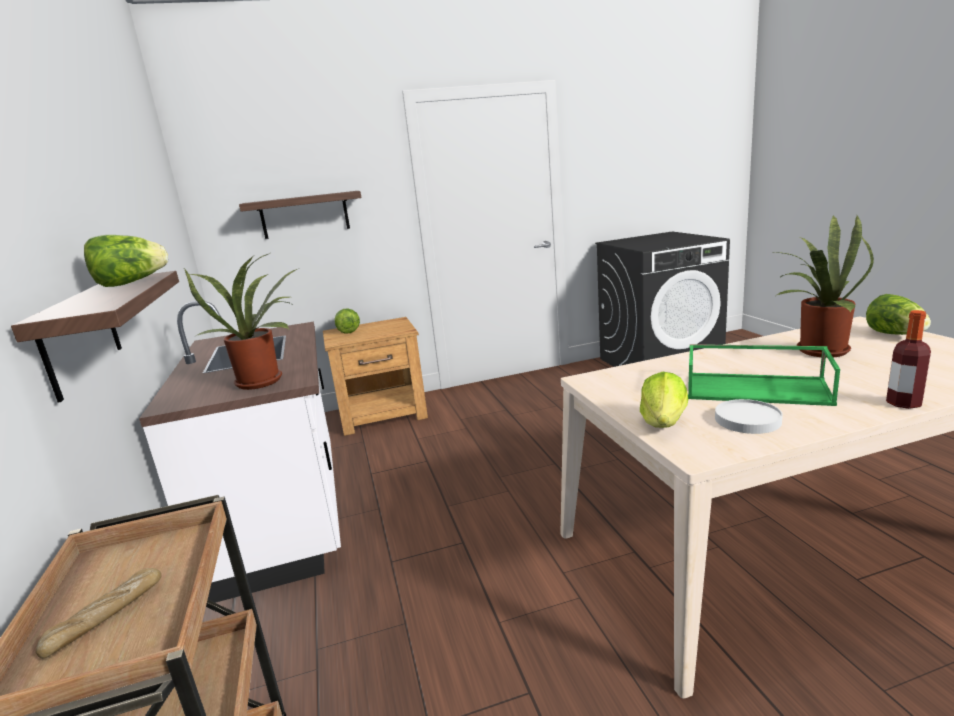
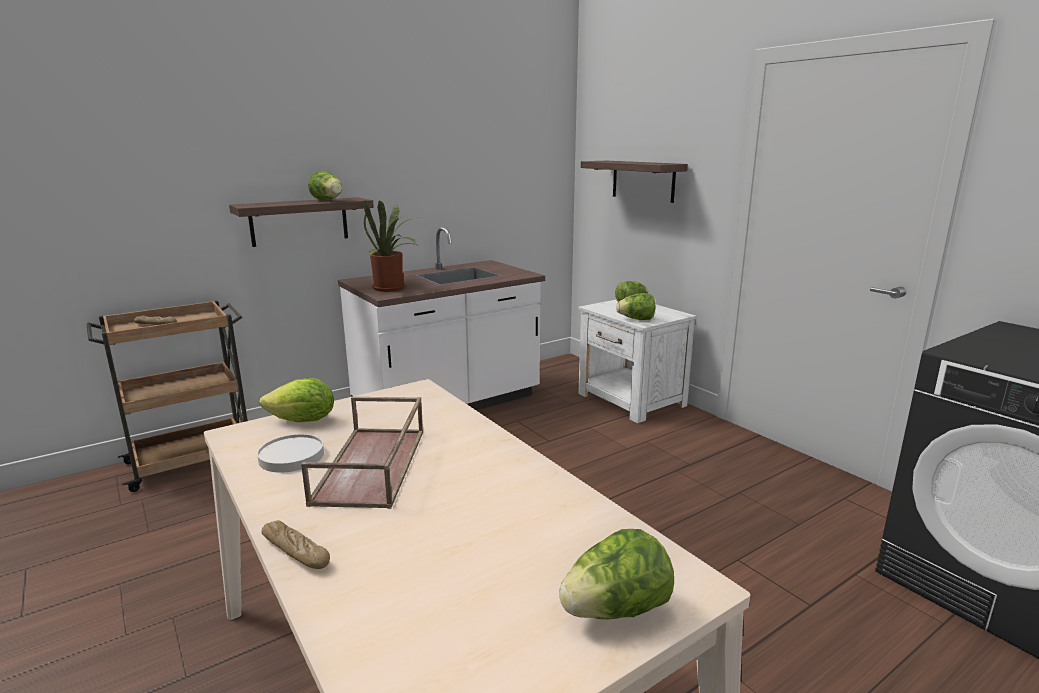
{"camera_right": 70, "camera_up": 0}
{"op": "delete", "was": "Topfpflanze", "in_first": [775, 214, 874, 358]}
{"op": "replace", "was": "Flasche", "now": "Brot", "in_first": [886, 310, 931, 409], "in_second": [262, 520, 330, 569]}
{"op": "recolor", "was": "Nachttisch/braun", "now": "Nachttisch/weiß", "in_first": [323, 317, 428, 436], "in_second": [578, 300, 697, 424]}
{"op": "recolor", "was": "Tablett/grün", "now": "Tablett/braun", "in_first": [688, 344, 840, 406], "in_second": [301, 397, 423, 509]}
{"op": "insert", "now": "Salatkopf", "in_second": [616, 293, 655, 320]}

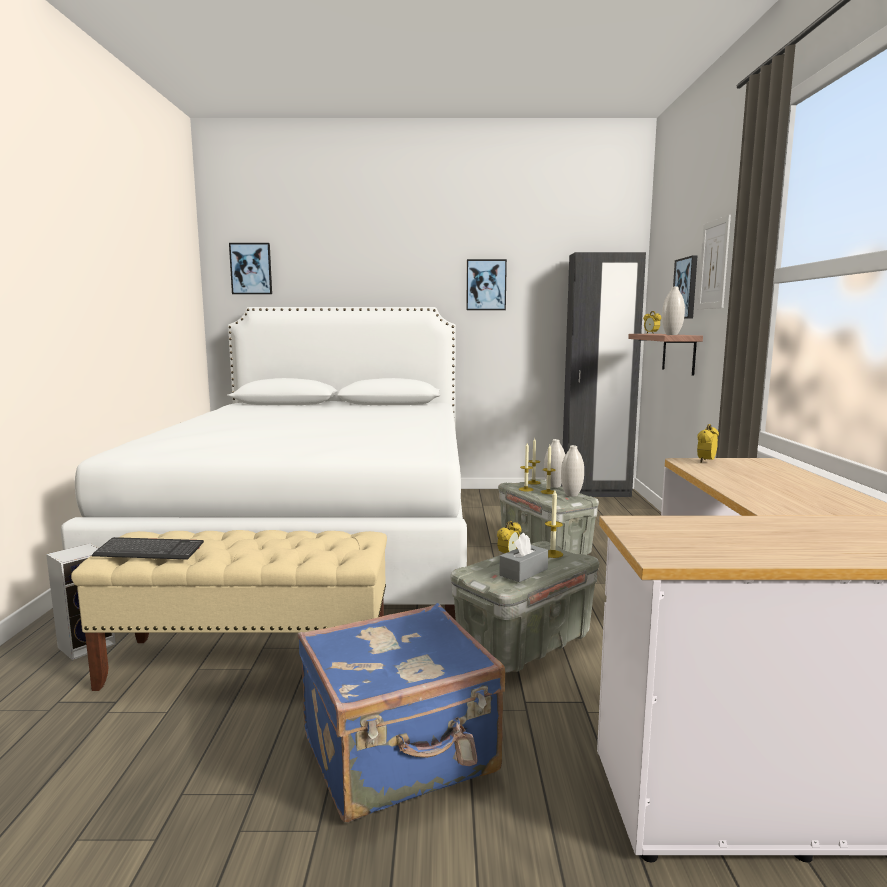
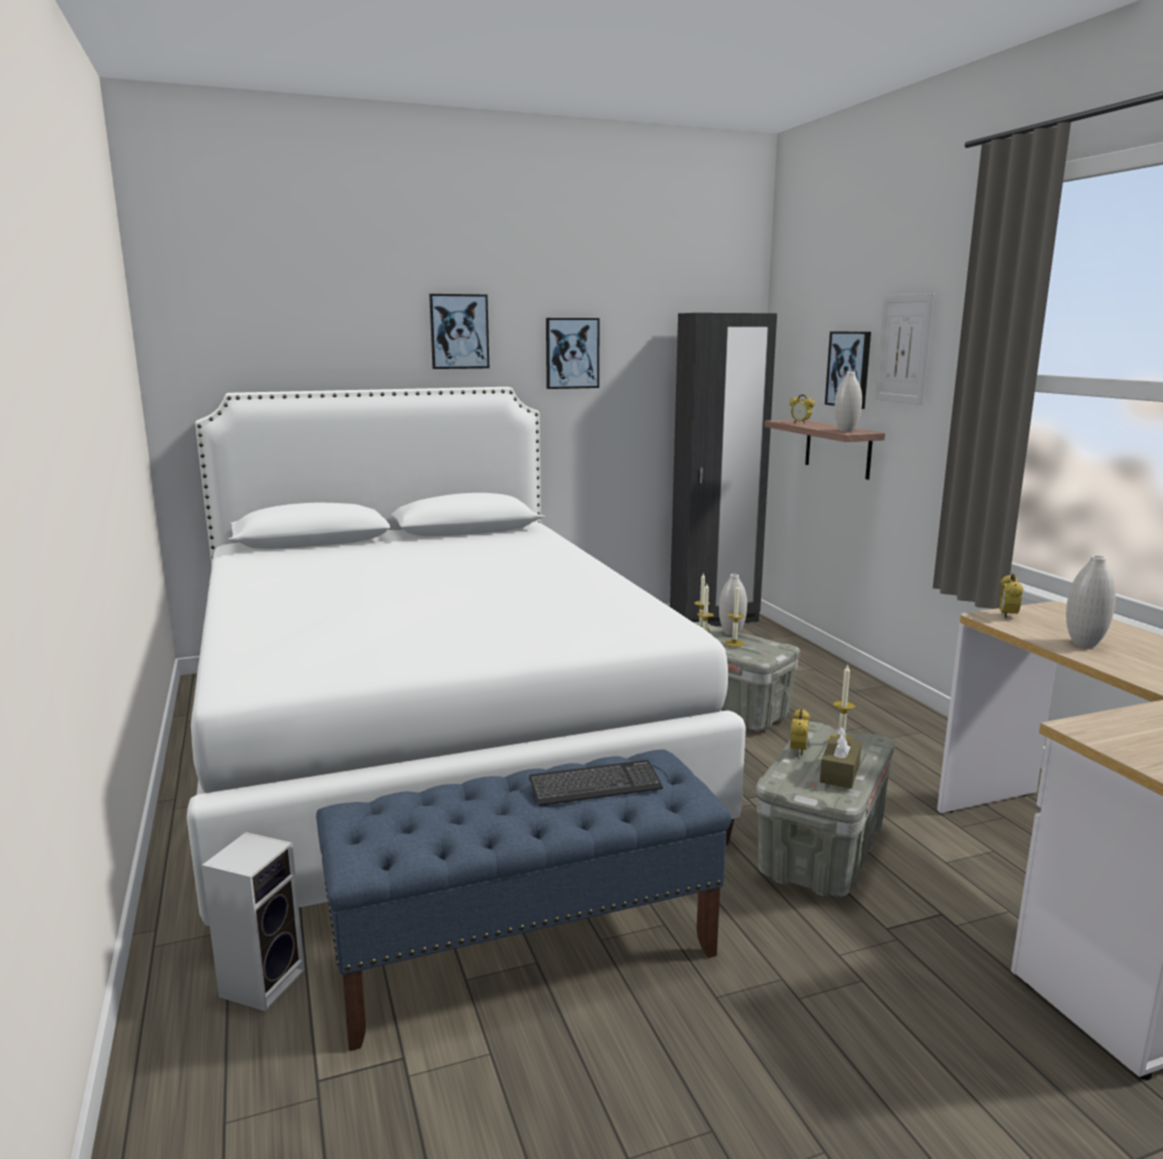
{"camera_right": -20, "camera_up": 5}
{"op": "move", "was": "Bild", "in_first": [229, 243, 272, 294], "in_second": [429, 294, 489, 369]}
{"op": "move", "was": "Vase/weiß", "in_first": [561, 445, 584, 497], "in_second": [1066, 555, 1116, 648]}
{"op": "recolor", "was": "Bank/beige", "now": "Bank/blau", "in_first": [71, 530, 387, 691], "in_second": [316, 749, 732, 1051]}
{"op": "recolor", "was": "Taschentuchbox/grau", "now": "Taschentuchbox/braun", "in_first": [499, 533, 548, 582], "in_second": [820, 727, 862, 789]}
{"op": "move", "was": "Tastatur", "in_first": [92, 537, 204, 560], "in_second": [529, 760, 663, 806]}
{"op": "delete", "was": "Koffer/blau", "in_first": [298, 603, 505, 822]}

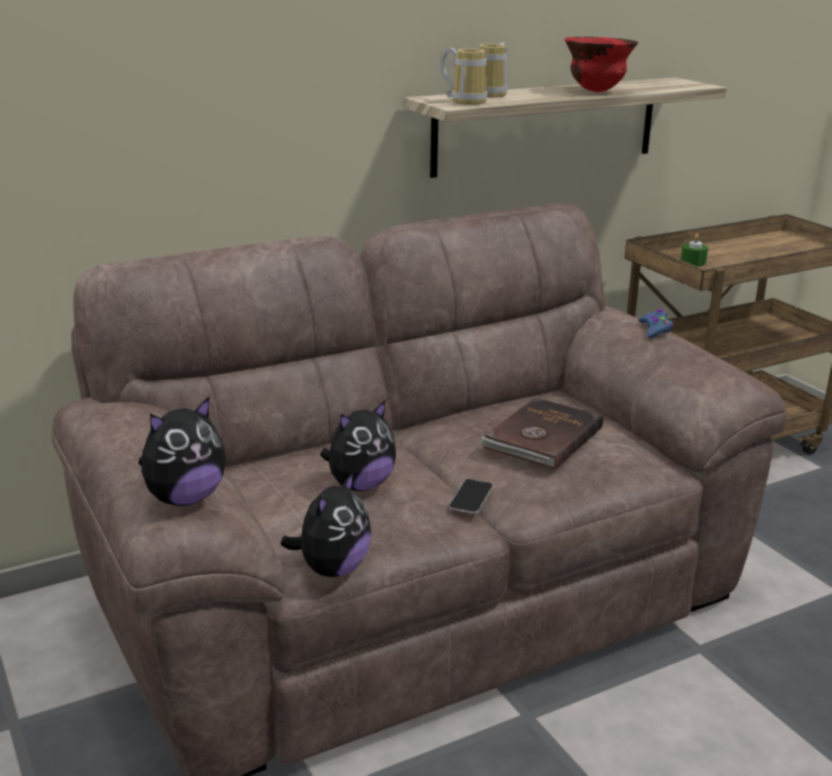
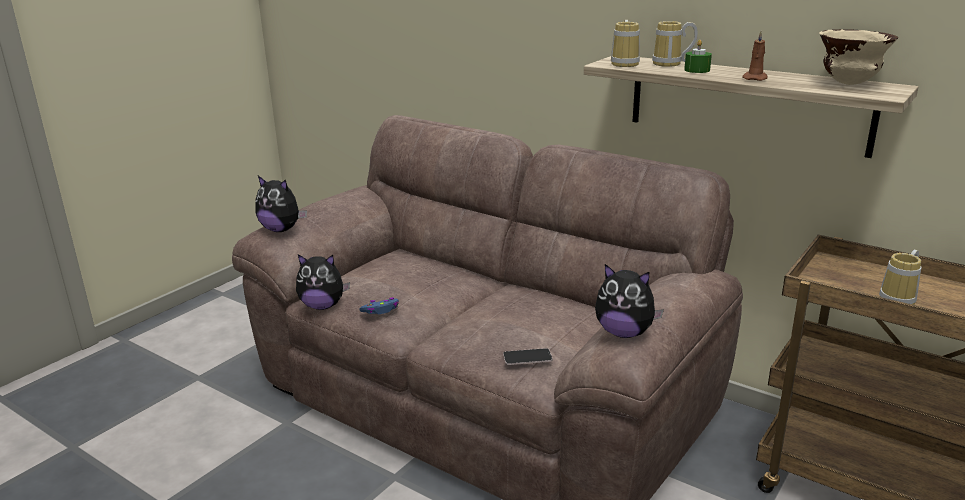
{"camera_right": 65, "camera_up": 0}
{"op": "replace", "was": "Schüssel/rot", "now": "Kerze/braun", "in_first": [564, 37, 638, 92], "in_second": [742, 31, 767, 81]}
{"op": "move", "was": "Kerze/grün", "in_first": [681, 233, 708, 267], "in_second": [684, 40, 712, 73]}
{"op": "move", "was": "Gamepad/blau", "in_first": [638, 309, 673, 338], "in_second": [360, 297, 399, 314]}
{"op": "delete", "was": "Buch/braun", "in_first": [477, 397, 603, 470]}
{"op": "move", "was": "Plüschtier", "in_first": [320, 401, 396, 491], "in_second": [595, 264, 664, 338]}
{"op": "move", "was": "Handy", "in_first": [449, 479, 493, 514], "in_second": [503, 348, 553, 365]}
{"op": "insert", "now": "Schüssel/beige", "in_second": [819, 29, 898, 85]}
{"op": "insert", "now": "Henkelbecher", "in_second": [879, 250, 922, 305]}

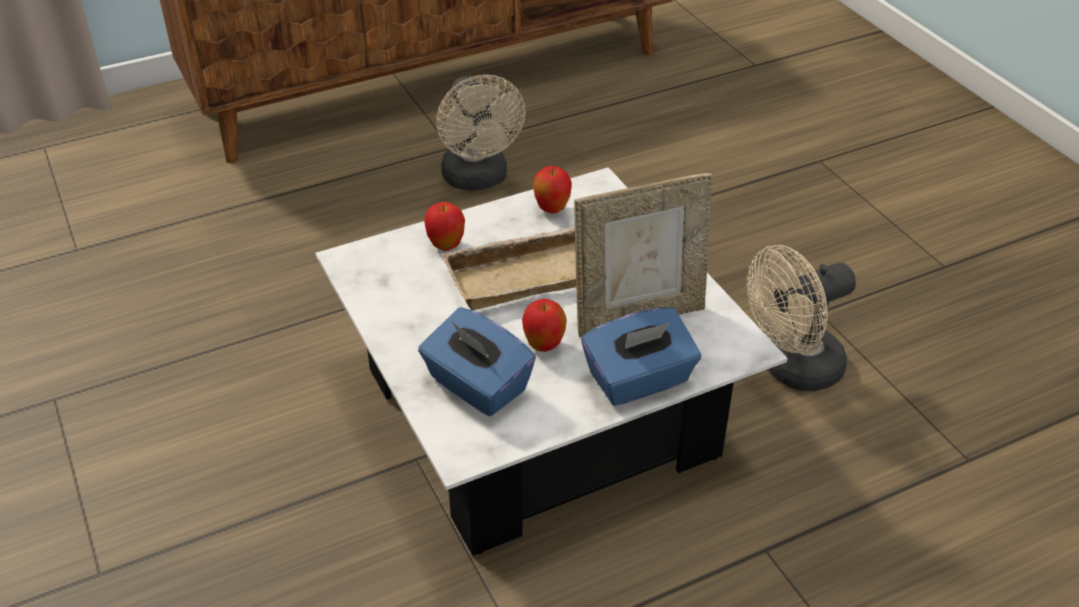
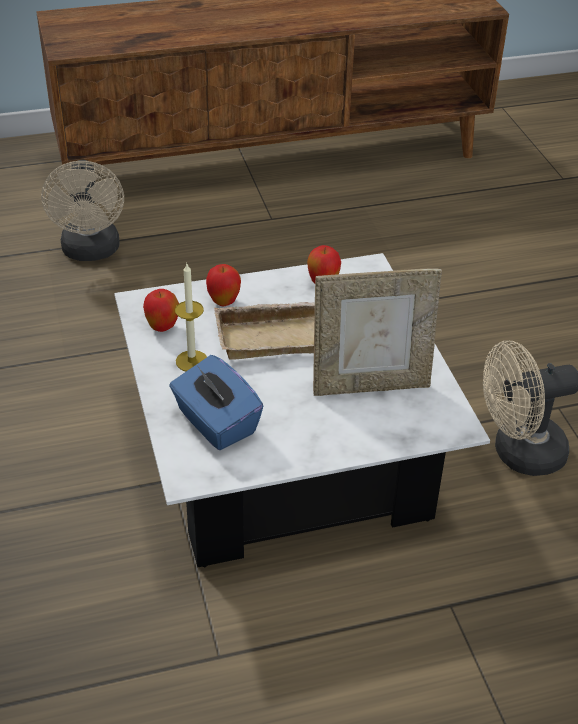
{"camera_right": 10, "camera_up": 0}
{"op": "move", "was": "Ventilator/beige", "in_first": [436, 75, 526, 191], "in_second": [41, 160, 124, 261]}
{"op": "move", "was": "Apfel", "in_first": [522, 299, 567, 352], "in_second": [143, 289, 179, 332]}
{"op": "delete", "was": "Taschentuchbox/blau", "in_first": [581, 307, 701, 406]}
{"op": "insert", "now": "Kerze", "in_second": [175, 264, 207, 371]}

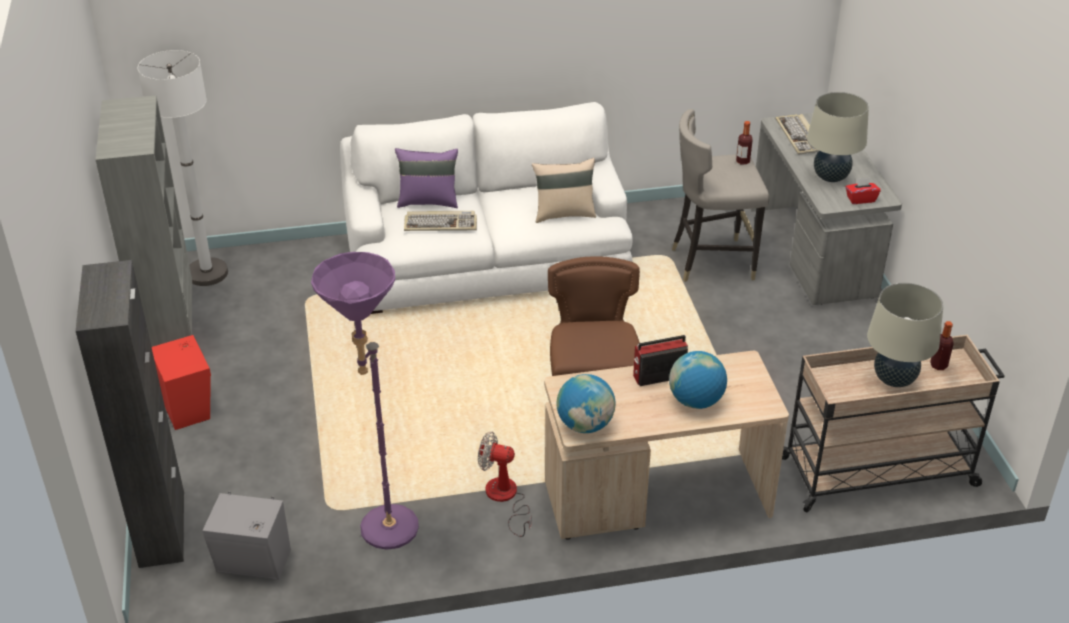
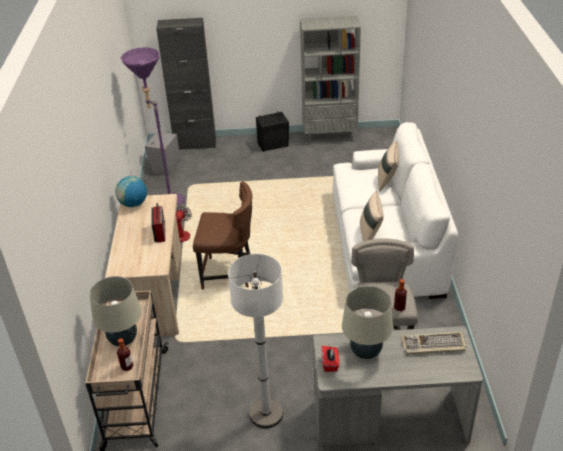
{"camera_right": 100, "camera_up": 0}
{"op": "move", "was": "Stehlampe/weiß", "in_first": [138, 50, 228, 286], "in_second": [228, 254, 283, 429]}
{"op": "recolor", "was": "Kissen/lila", "now": "Kissen/beige", "in_first": [395, 148, 458, 208], "in_second": [378, 141, 399, 192]}
{"op": "delete", "was": "Tastatur", "in_first": [404, 211, 477, 231]}
{"op": "recolor", "was": "Lautsprecher/rot", "now": "Lautsprecher/schwarz", "in_first": [152, 335, 211, 430], "in_second": [256, 111, 289, 152]}
{"op": "delete", "was": "Globus", "in_first": [669, 351, 727, 409]}

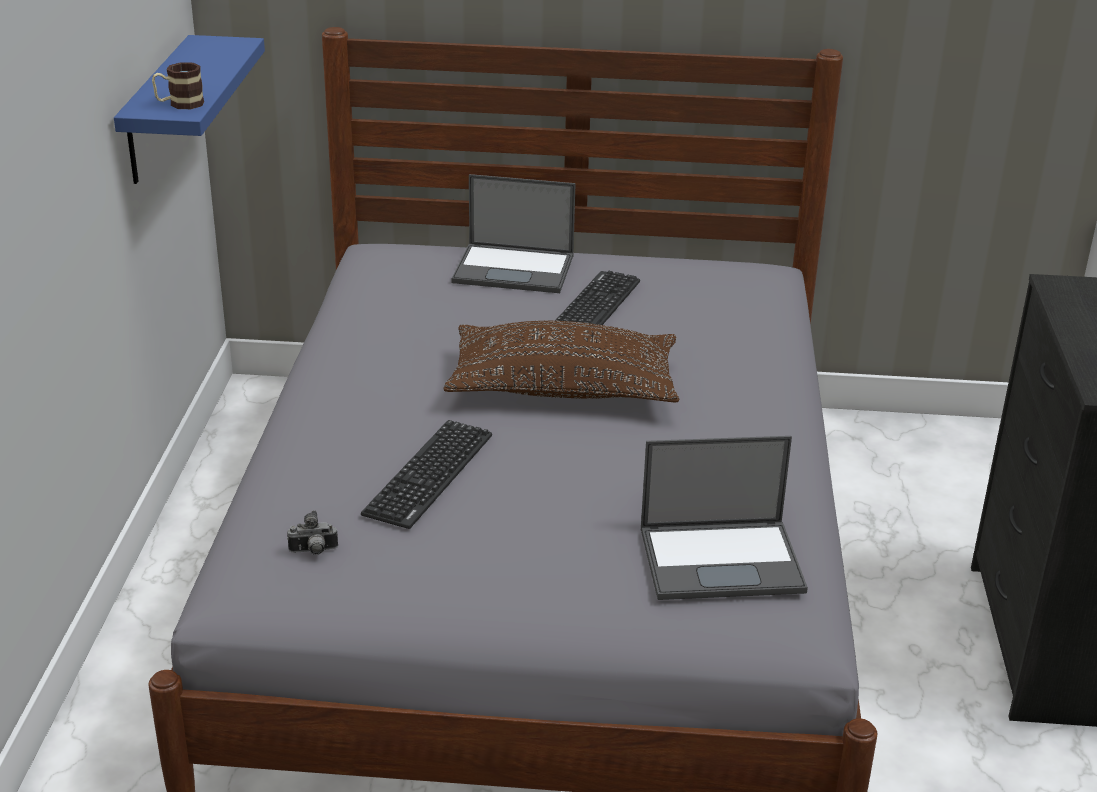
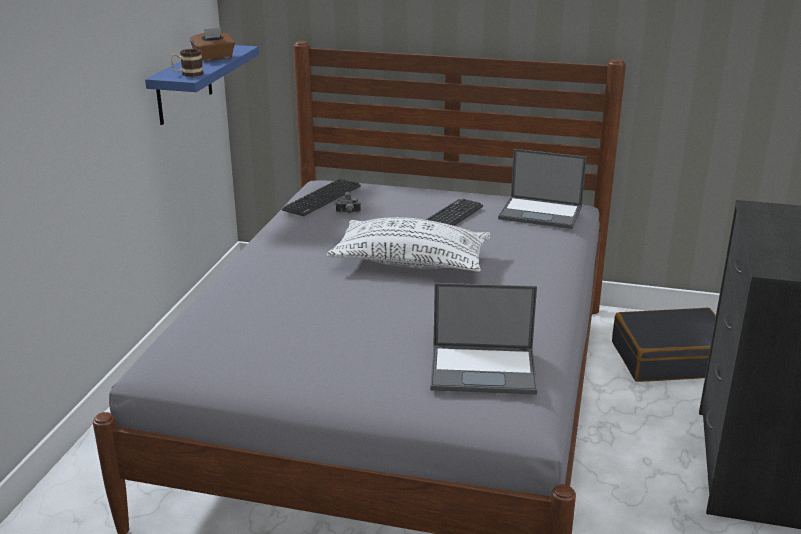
{"camera_right": 10, "camera_up": -5}
{"op": "move", "was": "Laptop", "in_first": [452, 174, 576, 293], "in_second": [498, 149, 587, 229]}
{"op": "recolor", "was": "Kissen/braun", "now": "Kissen/weiß", "in_first": [443, 321, 679, 402], "in_second": [327, 217, 491, 272]}
{"op": "move", "was": "Tastatur", "in_first": [361, 420, 492, 529], "in_second": [282, 179, 361, 216]}
{"op": "move", "was": "Kamera", "in_first": [287, 511, 338, 555], "in_second": [335, 192, 361, 213]}
{"op": "insert", "now": "Taschentuchbox/braun", "in_second": [190, 28, 235, 61]}
{"op": "insert", "now": "Koffer/schwarz", "in_second": [612, 307, 716, 382]}

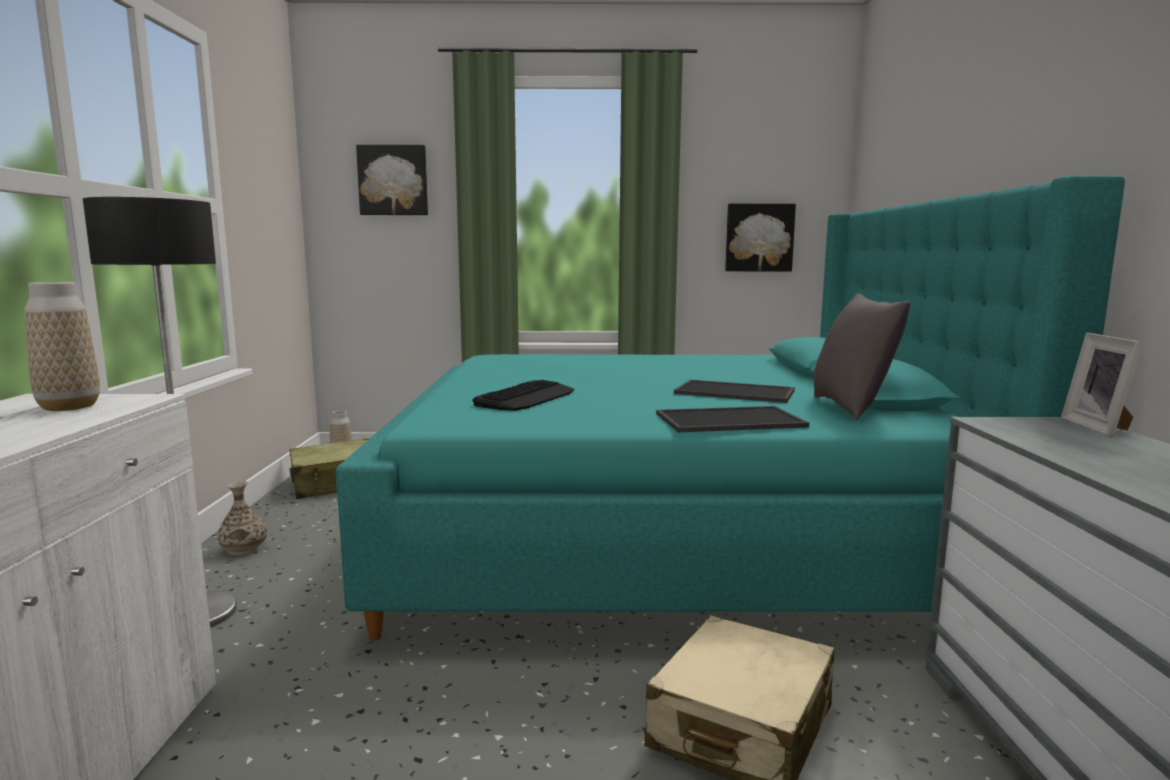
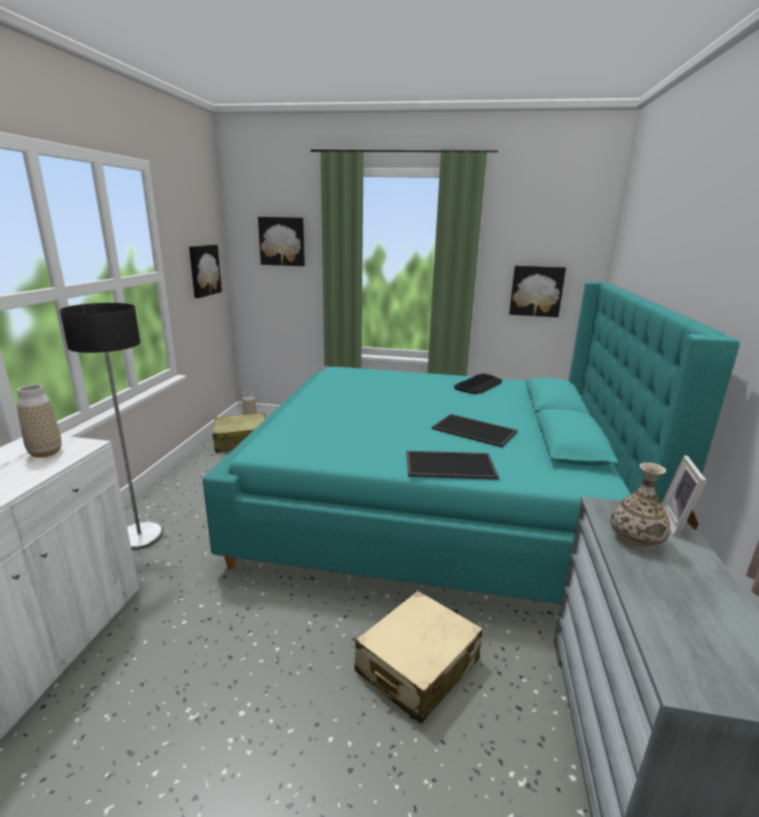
{"camera_right": 10, "camera_up": 10}
{"op": "delete", "was": "Kissen/grau", "in_first": [814, 293, 910, 420]}
{"op": "move", "was": "Tastatur", "in_first": [472, 380, 574, 411], "in_second": [454, 373, 503, 394]}
{"op": "move", "was": "Vase", "in_first": [218, 481, 267, 556], "in_second": [610, 462, 670, 551]}
{"op": "insert", "now": "Bild", "in_second": [189, 245, 222, 298]}

